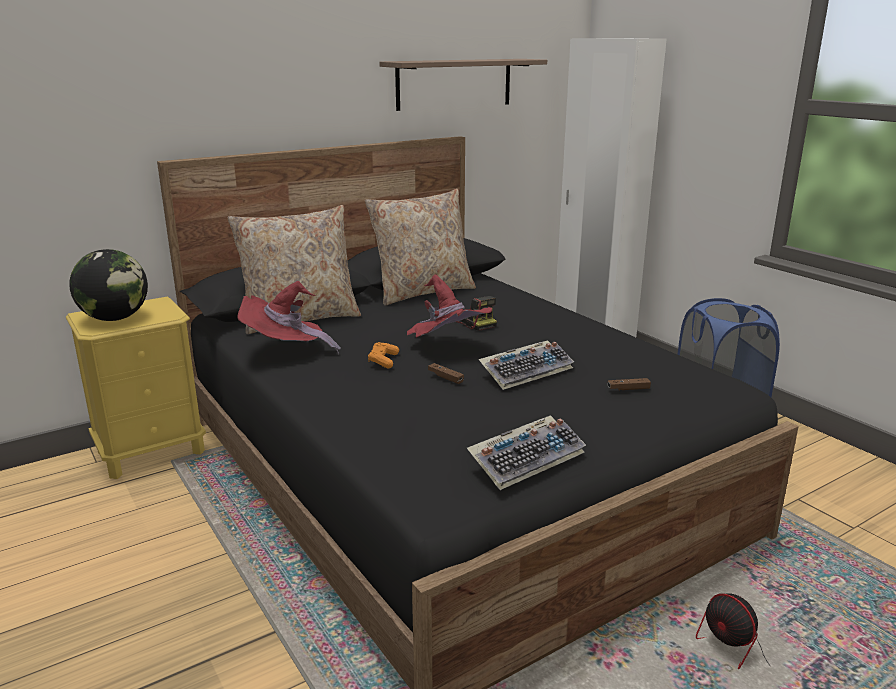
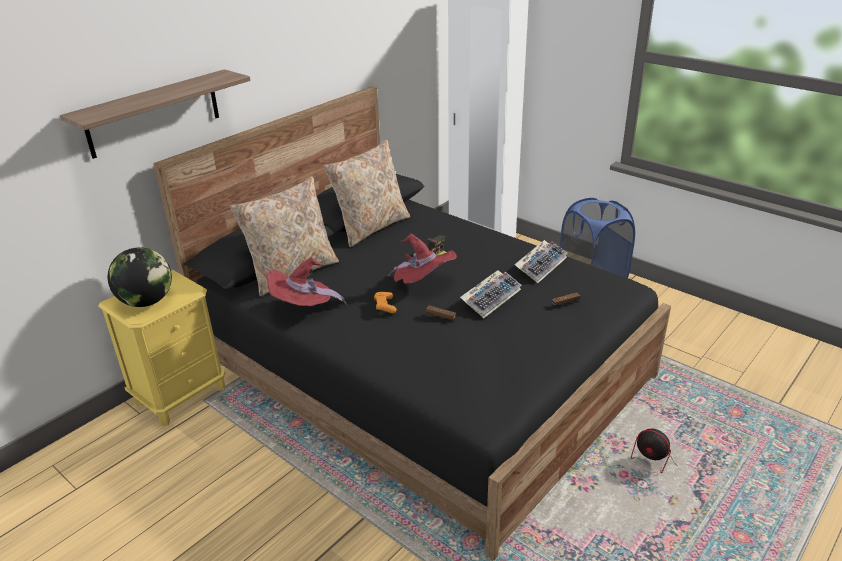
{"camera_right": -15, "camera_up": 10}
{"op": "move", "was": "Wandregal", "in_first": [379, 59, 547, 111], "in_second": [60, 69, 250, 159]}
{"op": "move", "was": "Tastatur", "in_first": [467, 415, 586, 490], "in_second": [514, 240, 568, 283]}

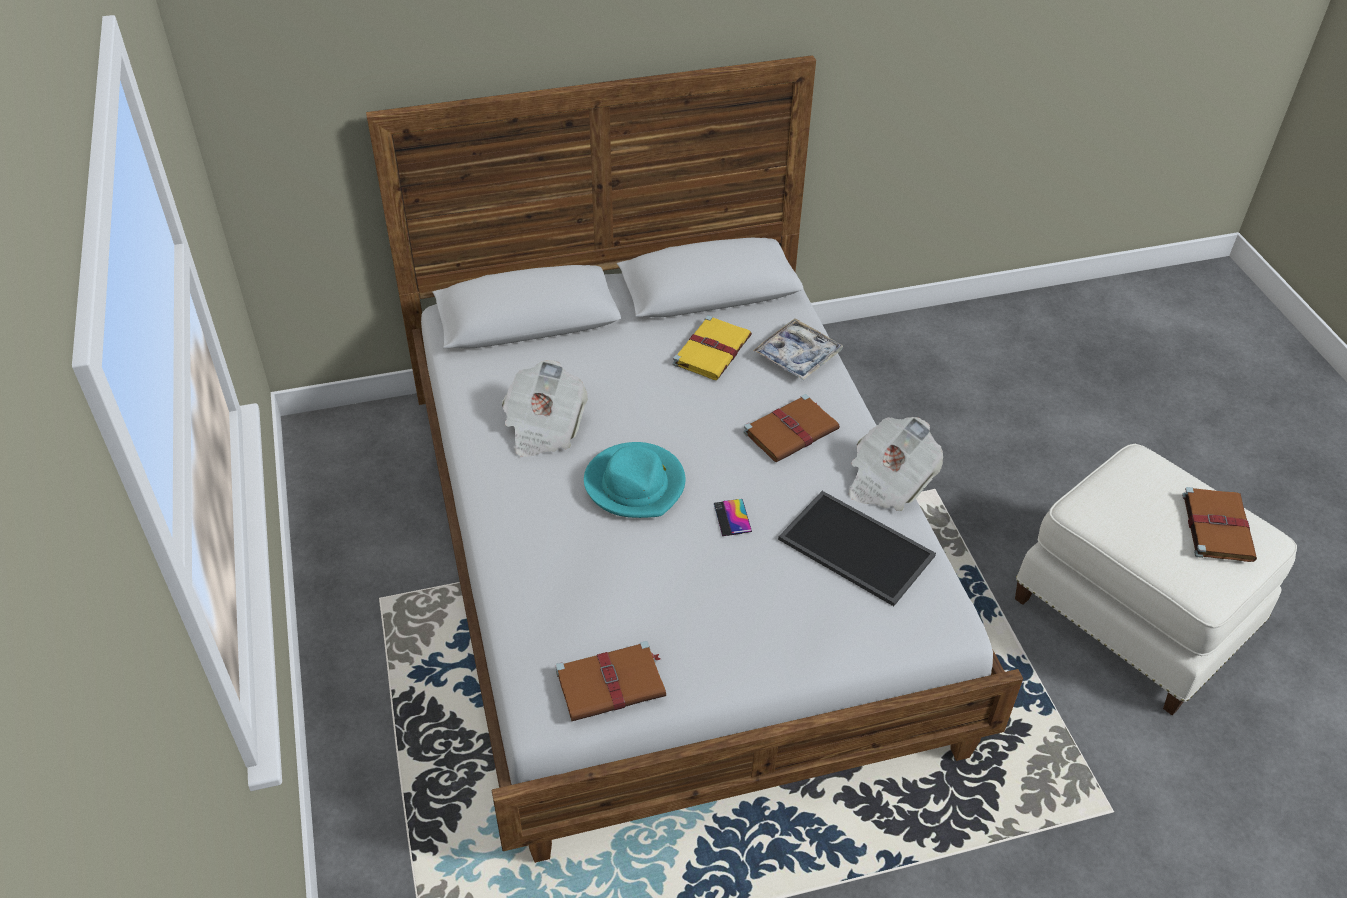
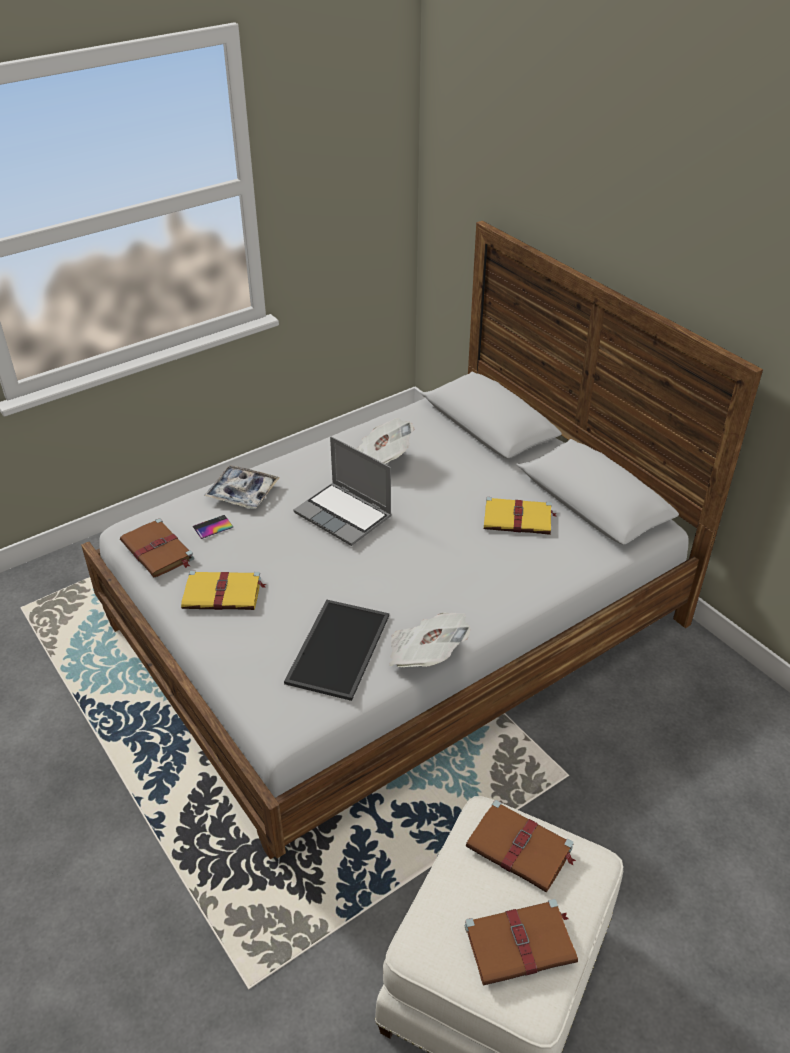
{"camera_right": 70, "camera_up": -5}
{"op": "move", "was": "Tablett", "in_first": [753, 318, 843, 380], "in_second": [204, 465, 280, 509]}
{"op": "move", "was": "Buch/braun", "in_first": [743, 394, 840, 462], "in_second": [466, 800, 576, 892]}
{"op": "replace", "was": "Hut/türkis", "now": "Laptop", "in_first": [584, 442, 685, 518], "in_second": [293, 436, 392, 546]}
{"op": "move", "was": "Handy", "in_first": [714, 499, 752, 536], "in_second": [193, 515, 233, 539]}
{"op": "insert", "now": "Buch/gelb", "in_second": [181, 571, 266, 610]}

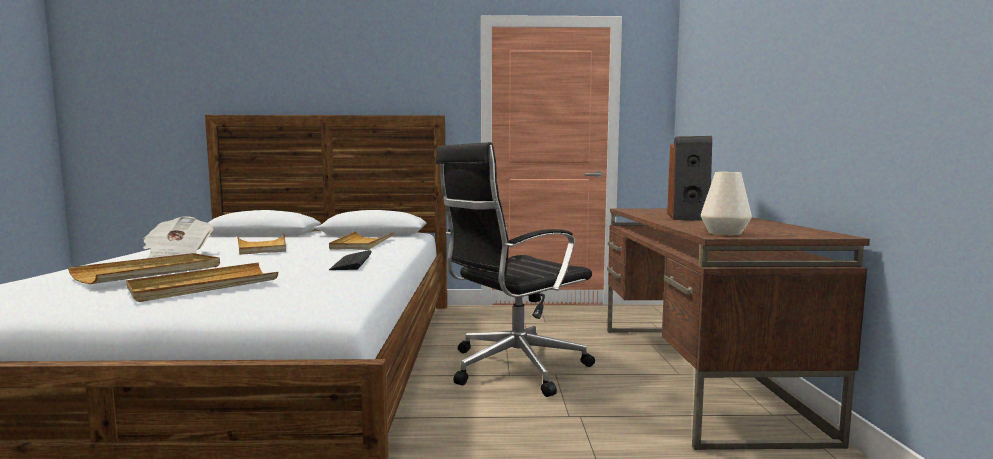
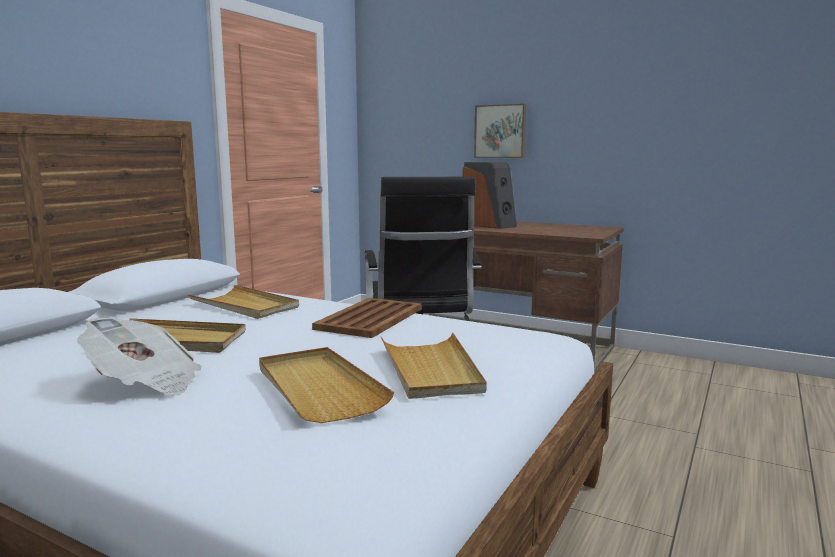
{"camera_right": -60, "camera_up": 5}
{"op": "delete", "was": "Vase/weiß", "in_first": [701, 172, 752, 235]}
{"op": "replace", "was": "Tastatur", "now": "Tablett/braun", "in_first": [329, 250, 372, 270], "in_second": [312, 298, 422, 338]}
{"op": "insert", "now": "Bild", "in_second": [474, 104, 526, 158]}

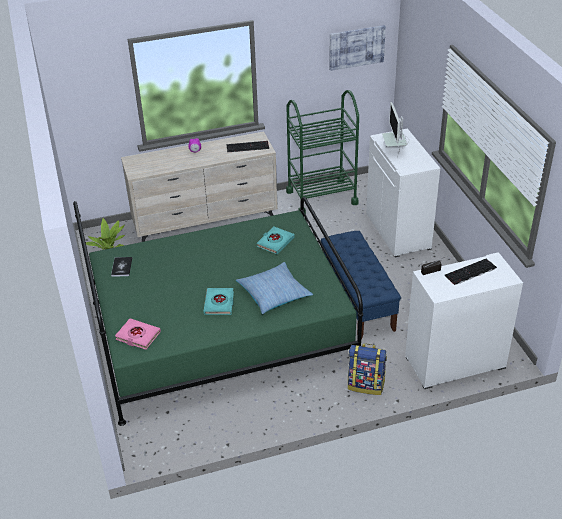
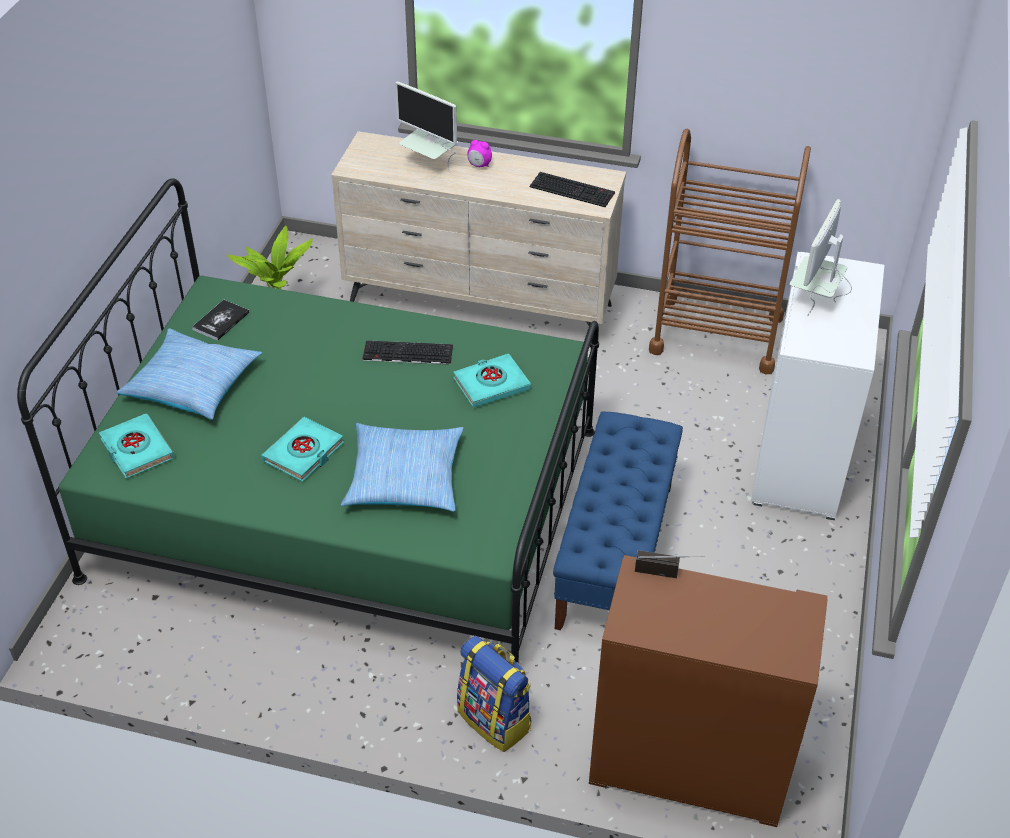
{"camera_right": 30, "camera_up": 5}
{"op": "delete", "was": "Bild", "in_first": [329, 25, 386, 71]}
{"op": "recolor", "was": "Rollwagen/grün", "now": "Rollwagen/braun", "in_first": [286, 90, 359, 214], "in_second": [649, 129, 811, 374]}
{"op": "recolor", "was": "Schrank/weiß", "now": "Schrank/braun", "in_first": [405, 253, 523, 389], "in_second": [589, 555, 828, 827]}
{"op": "move", "was": "Tastatur", "in_first": [444, 259, 497, 285], "in_second": [362, 340, 453, 365]}
{"op": "recolor", "was": "Buch/rosa", "now": "Buch/türkis", "in_first": [115, 318, 161, 349], "in_second": [99, 414, 174, 479]}
{"op": "insert", "now": "Monitor", "in_second": [395, 81, 458, 173]}
{"op": "insert", "now": "Kissen", "in_second": [116, 328, 262, 420]}

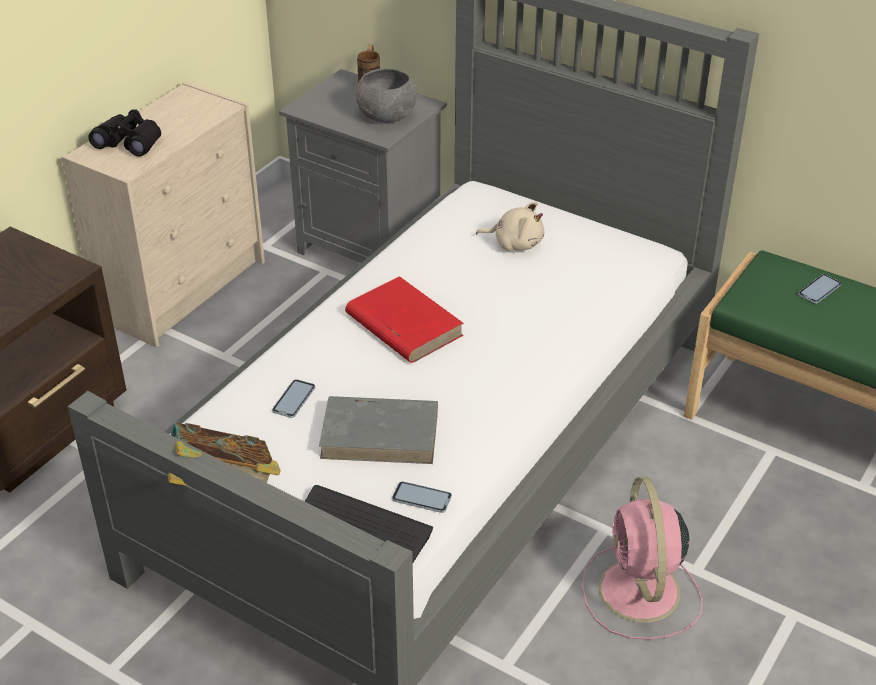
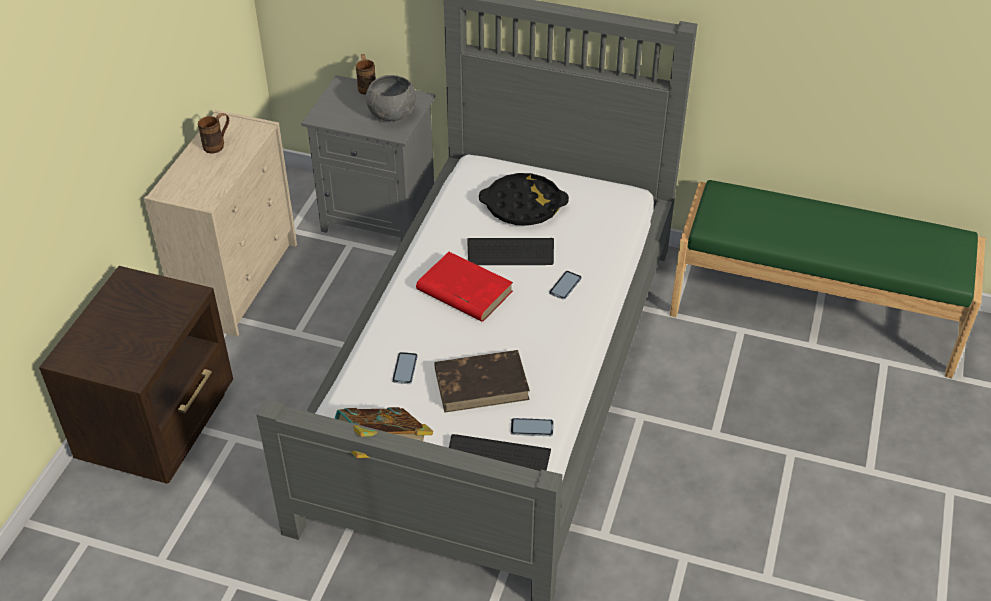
{"camera_right": -15, "camera_up": 5}
{"op": "delete", "was": "Fernglas/schwarz", "in_first": [88, 109, 161, 157]}
{"op": "replace", "was": "Plüschtier/beige", "now": "Tablett/schwarz", "in_first": [476, 202, 544, 251], "in_second": [479, 173, 569, 226]}
{"op": "move", "was": "Handy", "in_first": [798, 274, 842, 304], "in_second": [549, 271, 582, 300]}
{"op": "recolor", "was": "Buch/grau", "now": "Buch/braun", "in_first": [319, 396, 438, 464], "in_second": [434, 350, 530, 413]}
{"op": "delete", "was": "Ventilator/rosa", "in_first": [582, 477, 703, 640]}
{"op": "insert", "now": "Henkelbecher/braun", "in_second": [198, 113, 229, 154]}
{"op": "insert", "now": "Tastatur", "in_second": [467, 238, 554, 265]}

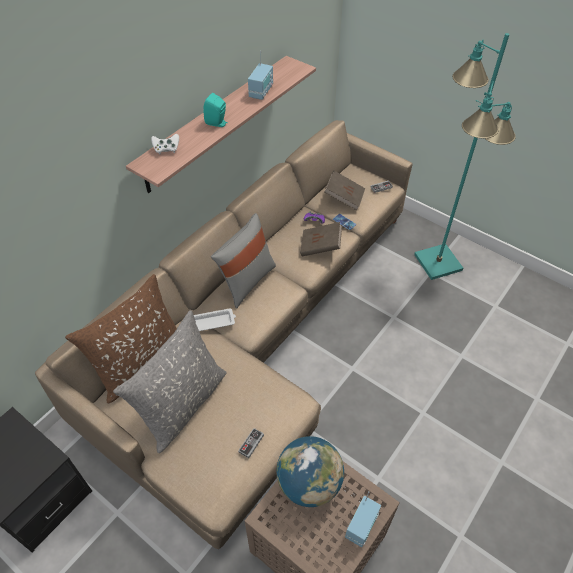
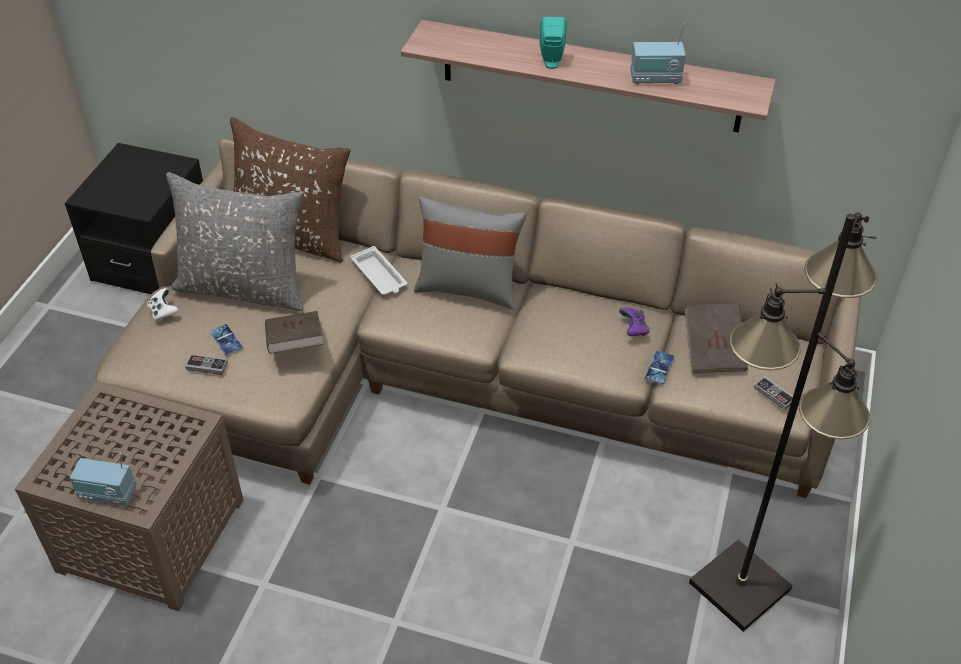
{"camera_right": 70, "camera_up": -5}
{"op": "recolor", "was": "Stehlampe/türkis", "now": "Stehlampe/schwarz", "in_first": [414, 33, 516, 280], "in_second": [689, 213, 877, 632]}
{"op": "move", "was": "Gamepad/weiß", "in_first": [151, 134, 179, 154], "in_second": [147, 288, 179, 322]}
{"op": "move", "was": "Buch/braun", "in_first": [300, 222, 342, 256], "in_second": [265, 311, 324, 354]}
{"op": "delete", "was": "Globus", "in_first": [277, 436, 344, 507]}
{"op": "insert", "now": "Handy", "in_second": [210, 324, 243, 355]}

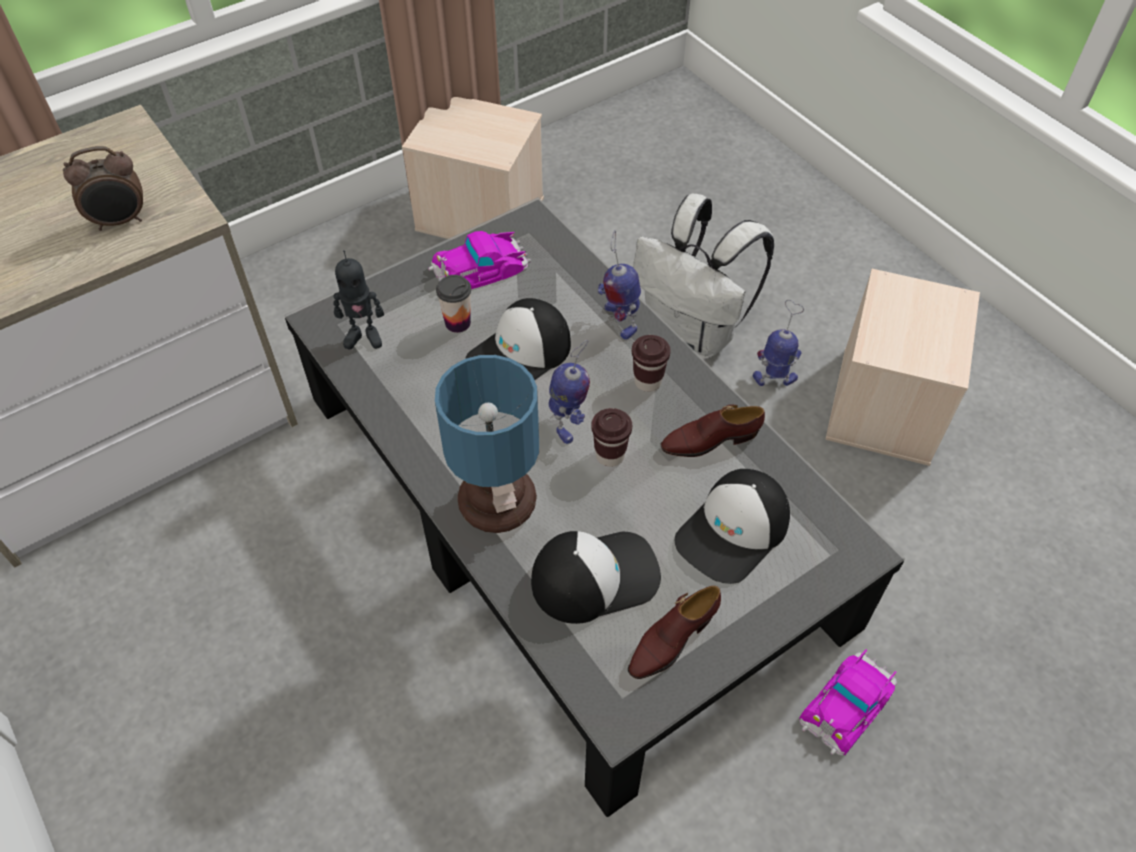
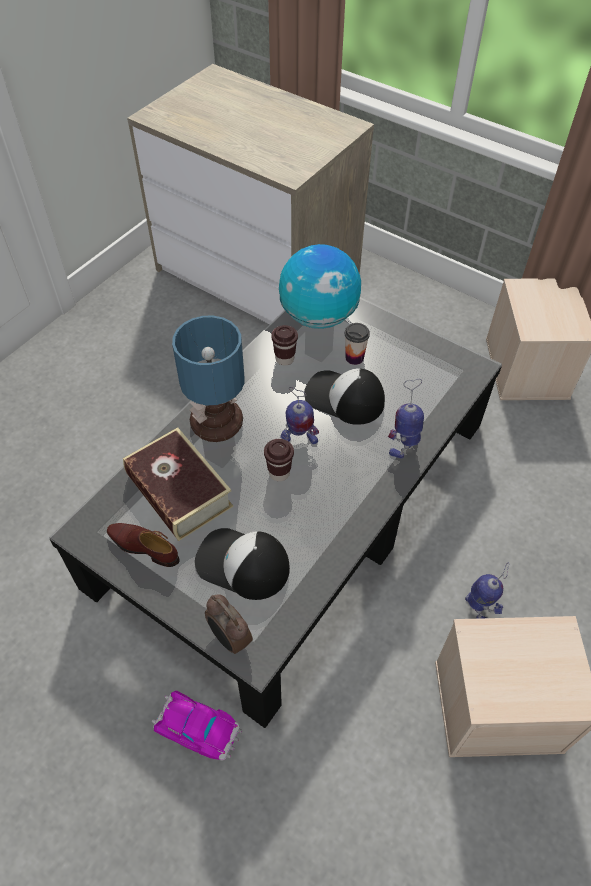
{"camera_right": 70, "camera_up": 0}
{"op": "move", "was": "Wecker", "in_first": [63, 146, 143, 231], "in_second": [205, 594, 253, 654]}
{"op": "delete", "was": "Rucksack/weiß", "in_first": [633, 194, 774, 360]}
{"op": "delete", "was": "Spielzeugauto", "in_first": [428, 231, 531, 289]}
{"op": "replace", "was": "Spielzeugroboter", "now": "Globus", "in_first": [333, 250, 384, 349], "in_second": [279, 244, 361, 329]}
{"op": "move", "was": "Tasse/braun", "in_first": [632, 335, 671, 392], "in_second": [271, 325, 298, 366]}
{"op": "delete", "was": "Schuh/braun", "in_first": [660, 404, 765, 457]}
{"op": "replace", "was": "Kappe", "now": "Buch", "in_first": [531, 531, 661, 624], "in_second": [123, 427, 233, 541]}

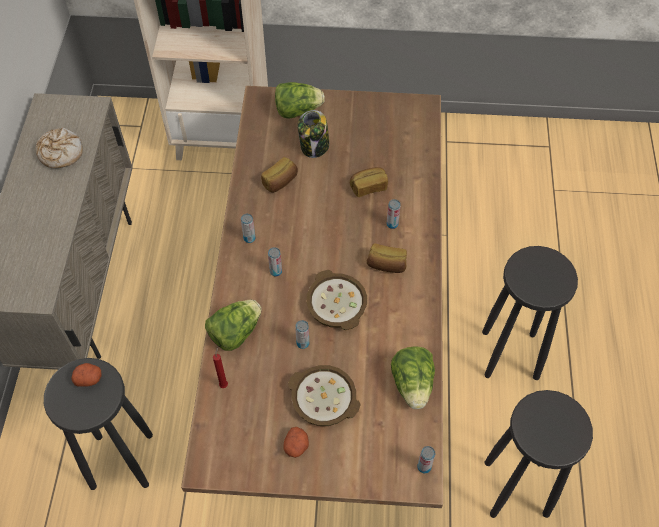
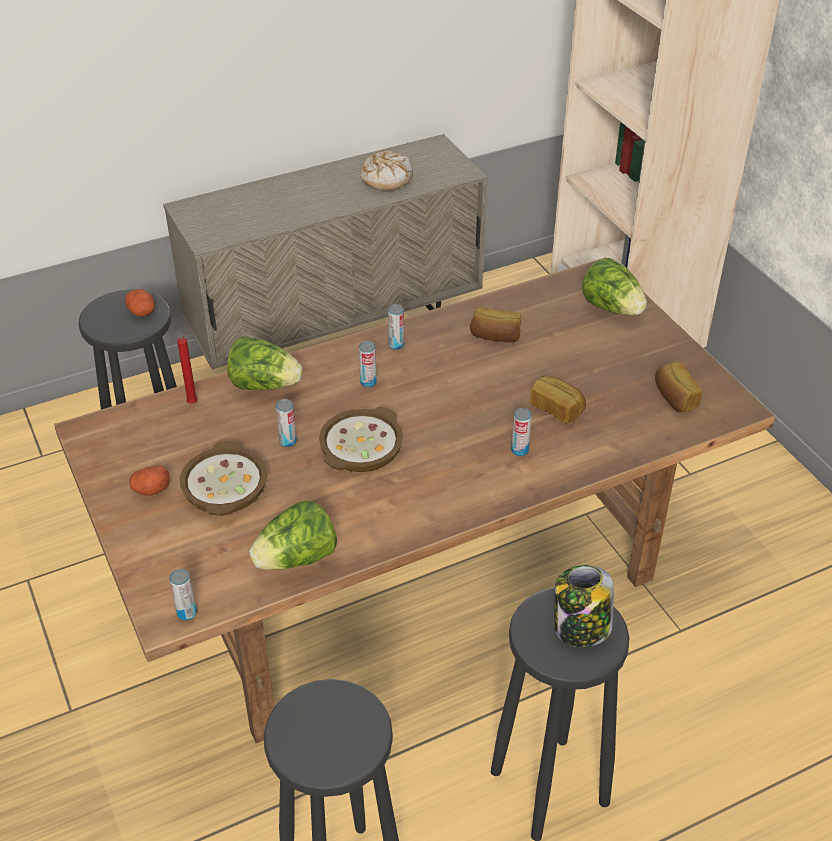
{"camera_right": 60, "camera_up": -15}
{"op": "move", "was": "Vorratsglas", "in_first": [298, 110, 329, 158], "in_second": [555, 565, 614, 647]}
{"op": "move", "was": "Brot", "in_first": [367, 244, 407, 273], "in_second": [655, 362, 703, 412]}

